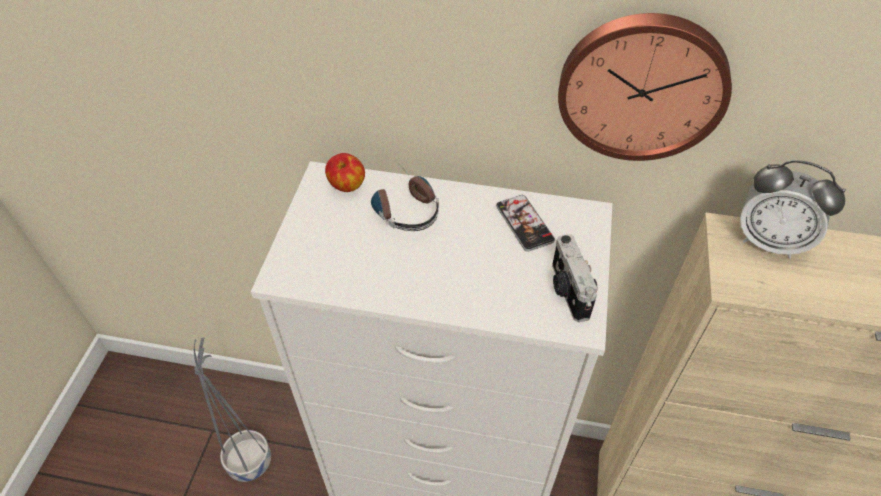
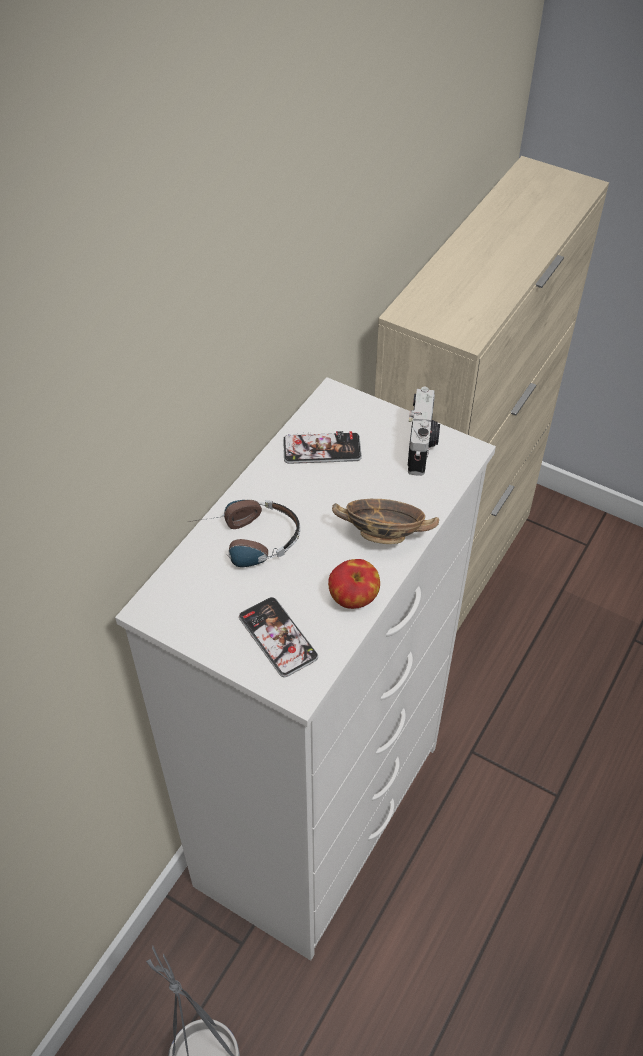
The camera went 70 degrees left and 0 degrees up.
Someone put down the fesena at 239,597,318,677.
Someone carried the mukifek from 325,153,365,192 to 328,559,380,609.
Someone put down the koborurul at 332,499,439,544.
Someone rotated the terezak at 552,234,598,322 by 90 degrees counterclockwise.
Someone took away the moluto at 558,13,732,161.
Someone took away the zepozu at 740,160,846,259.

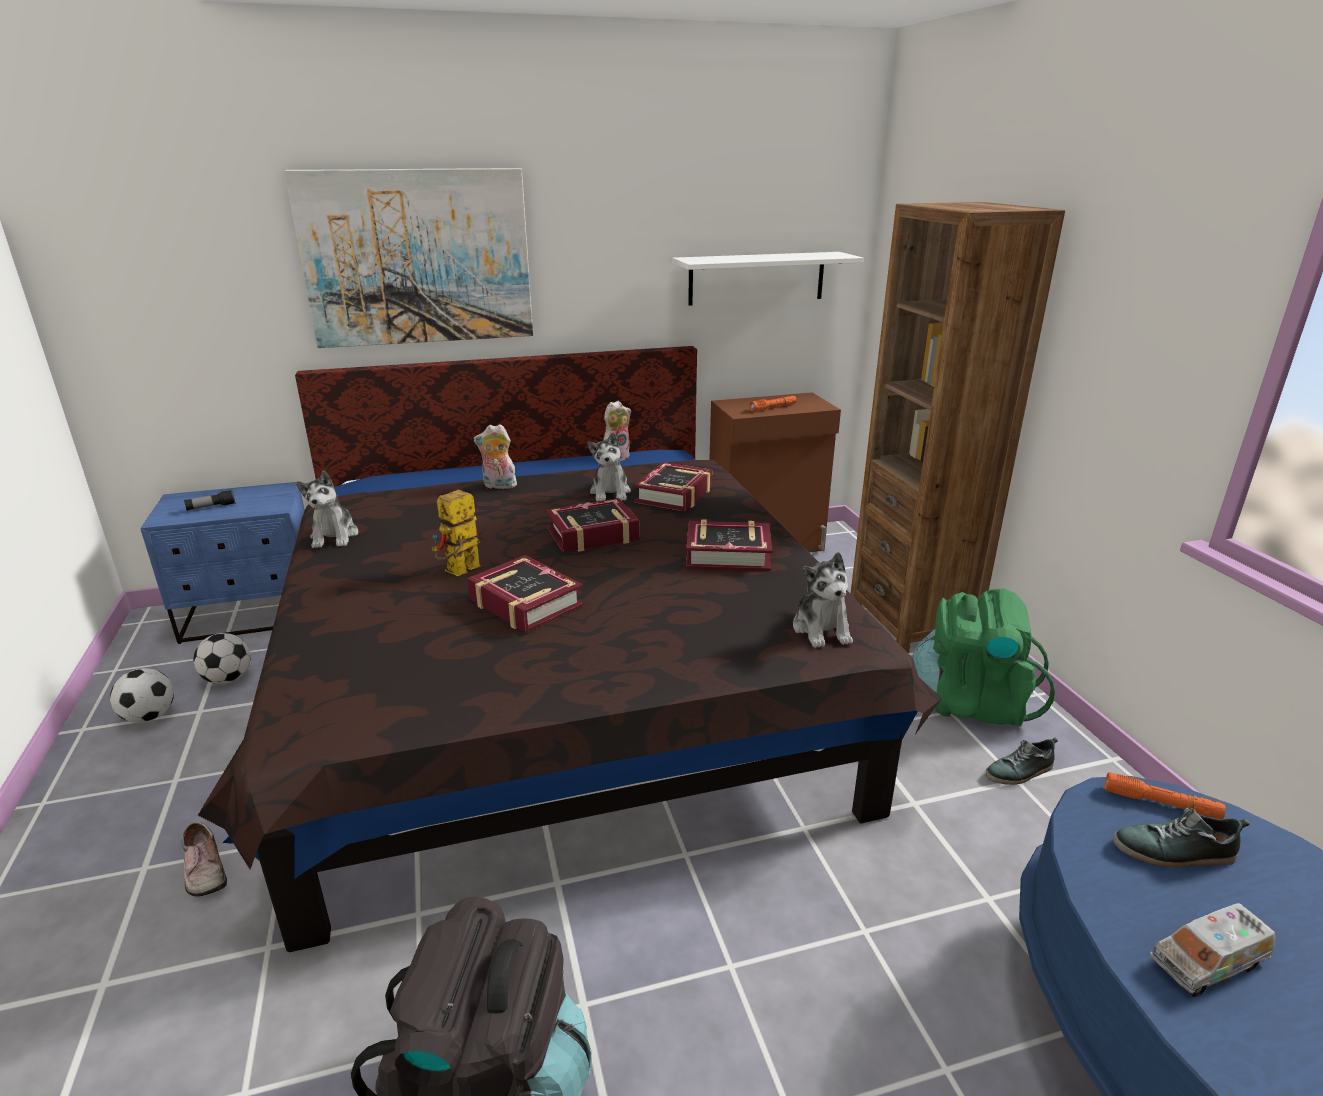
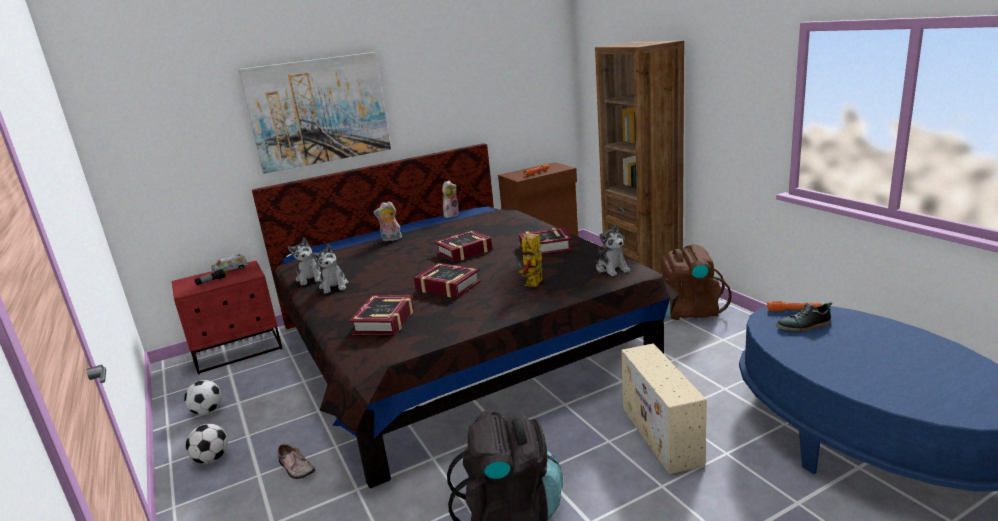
The camera went 10 degrees left and 5 degrees down.
Someone repainted the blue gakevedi at 140,482,305,644, which became the red gakevedi at 172,261,282,374.
Someone carried the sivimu from 193,633,251,684 to 186,424,228,464.
Someone carried the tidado from 1150,903,1275,997 to 211,253,248,273.
Someone carried the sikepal from 588,432,631,501 to 311,244,349,294.
Someone carried the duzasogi from 634,462,712,512 to 349,295,414,335.
Someone carried the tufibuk from 431,489,480,576 to 518,233,543,287.
Someone put down the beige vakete at 621,343,707,474.
Someone repainted the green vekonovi at 912,588,1055,727, which became the brown vekonovi at 660,244,732,320.
Someone took away the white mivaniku at 672,252,864,306.
Someone took away the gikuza at 985,737,1058,785.

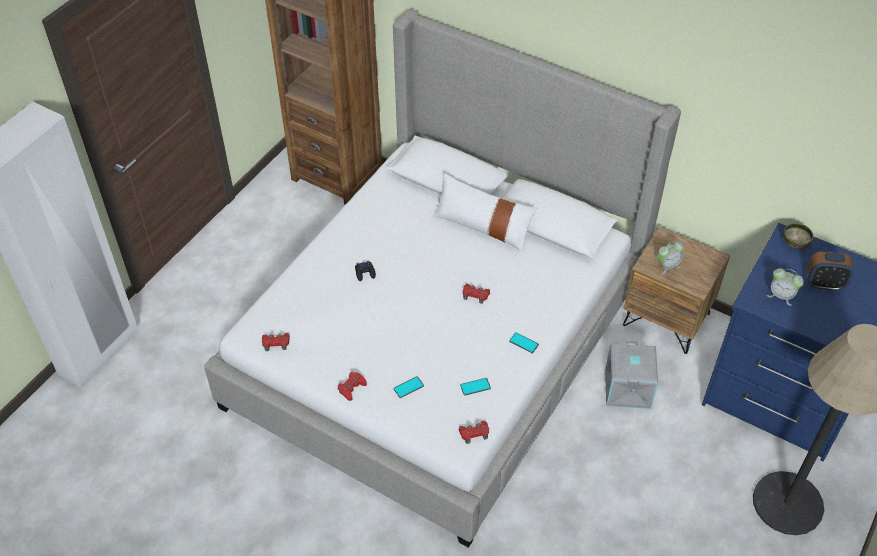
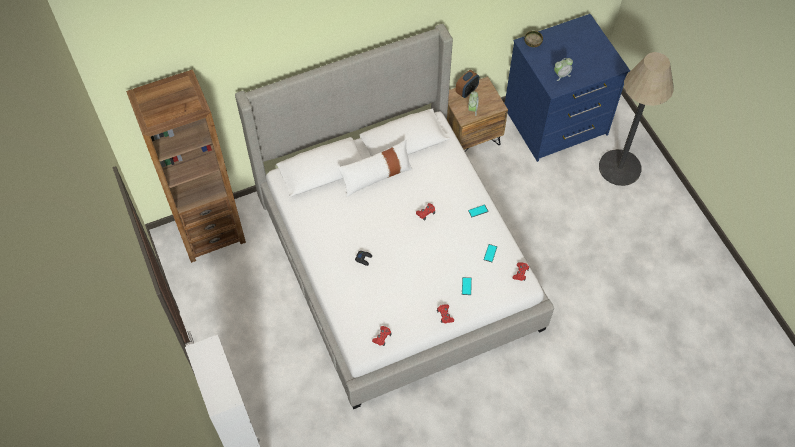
The camera went 55 degrees left and 10 degrees up.
Someone carried the zepozu from 807,252,853,291 to 456,70,479,98.
Someone took away the grey vakete at 605,341,658,409.

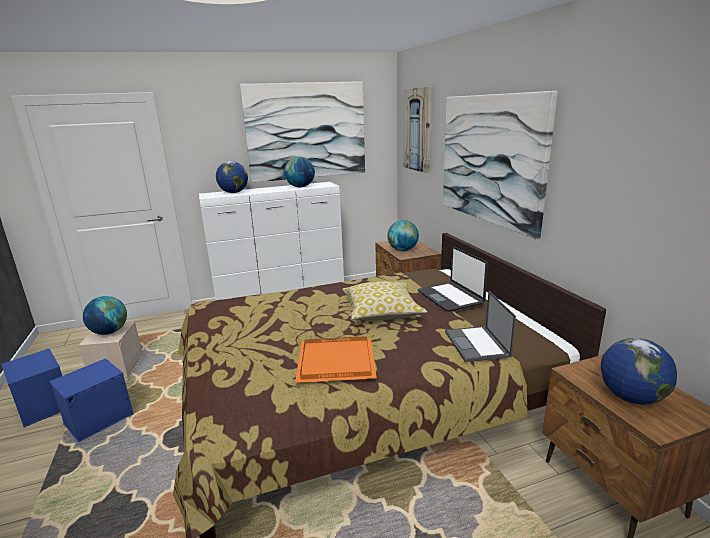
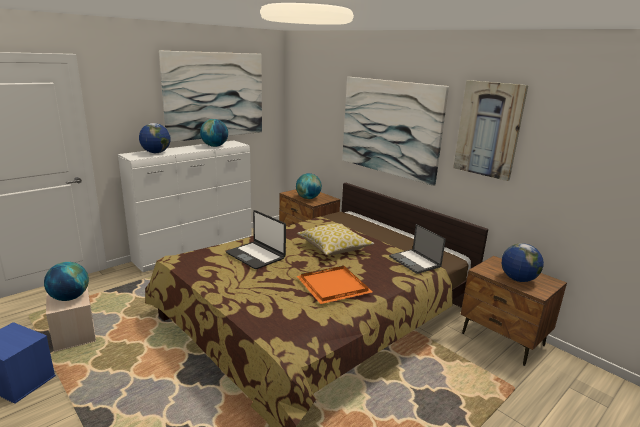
The camera went 25 degrees left and 0 degrees up.
Someone carried the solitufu from 418,246,488,312 to 226,210,286,269.
Someone carried the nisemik from 403,87,432,173 to 453,80,528,181.
Someone took away the blue vakete at 49,358,134,442.

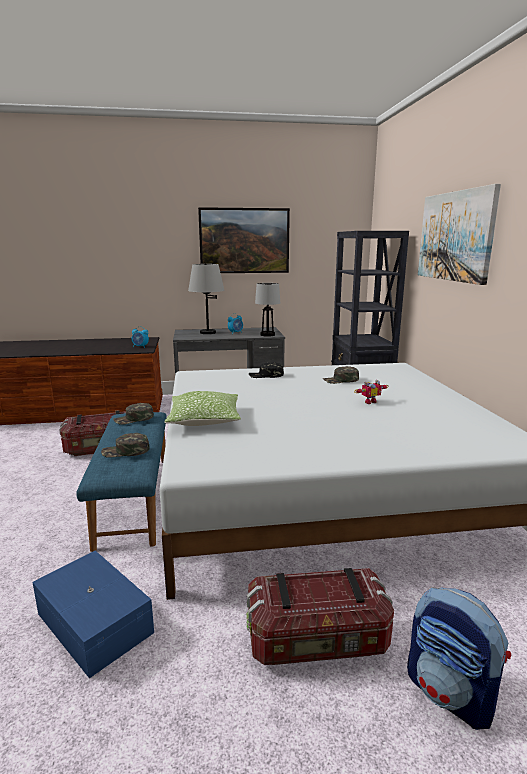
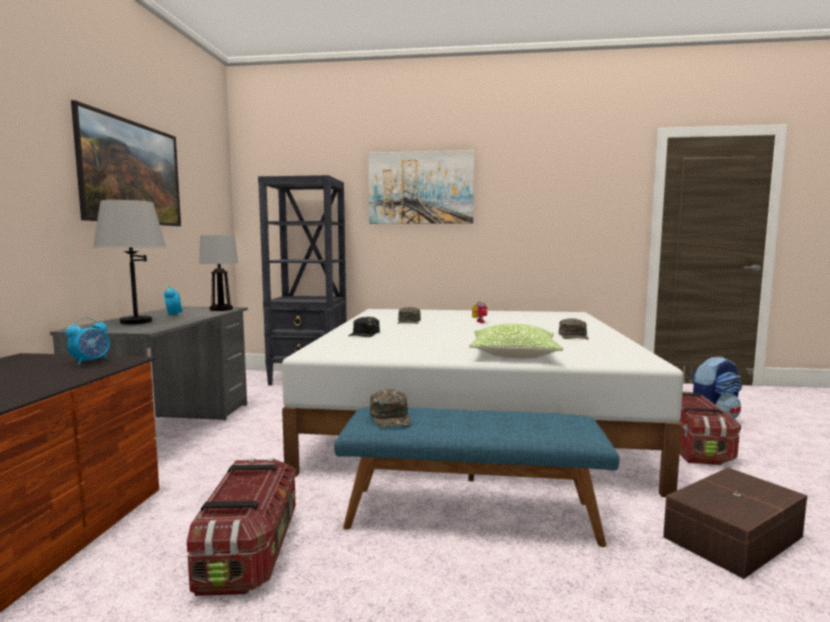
The camera went 75 degrees left and 10 degrees down.
Someone carried the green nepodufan from 101,433,149,458 to 559,318,589,339.
Someone repainted the blue vakete at 32,551,154,678, which became the brown vakete at 663,468,807,579.

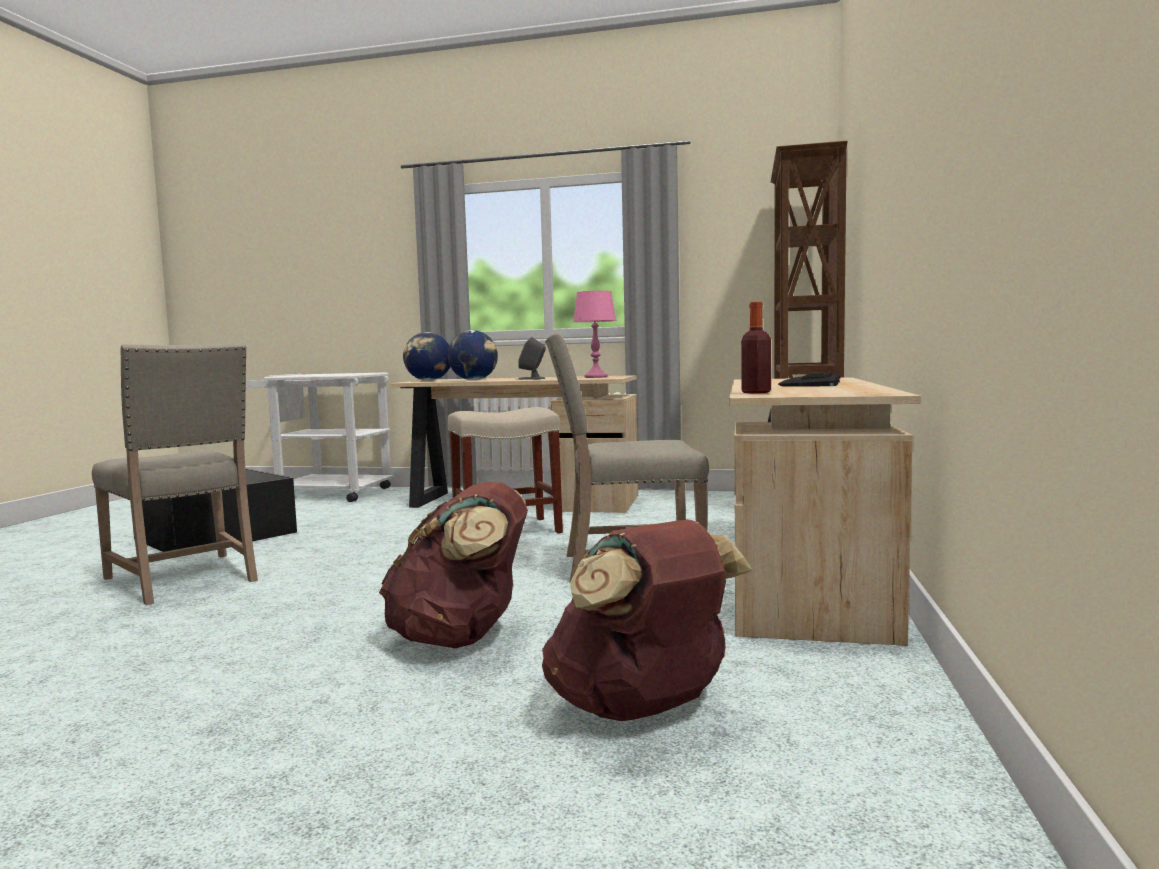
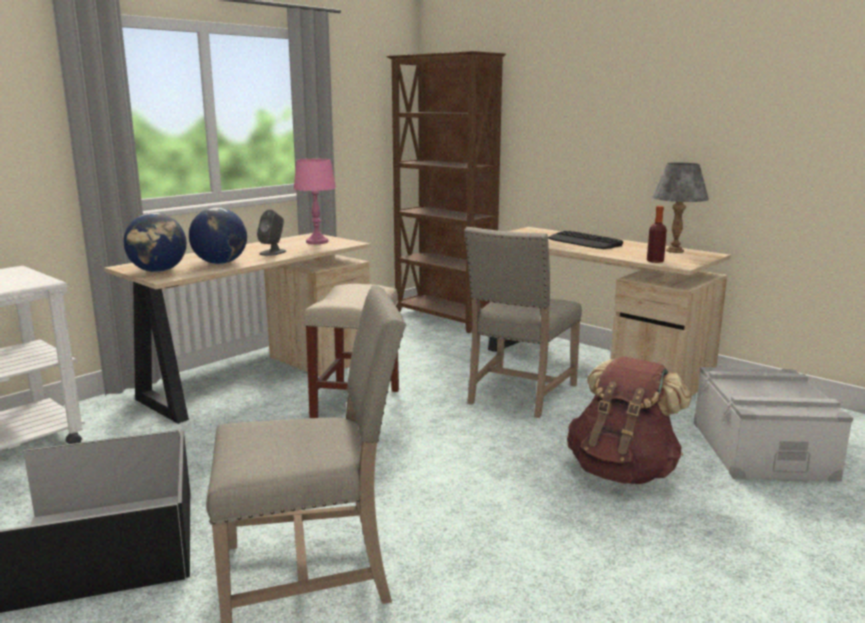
The camera went 60 degrees left and 10 degrees up.
Someone put down the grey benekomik at 652,163,709,253.
Someone swapped the brown vekonovi at 542,519,753,721 for the grey vakete at 694,367,853,481.

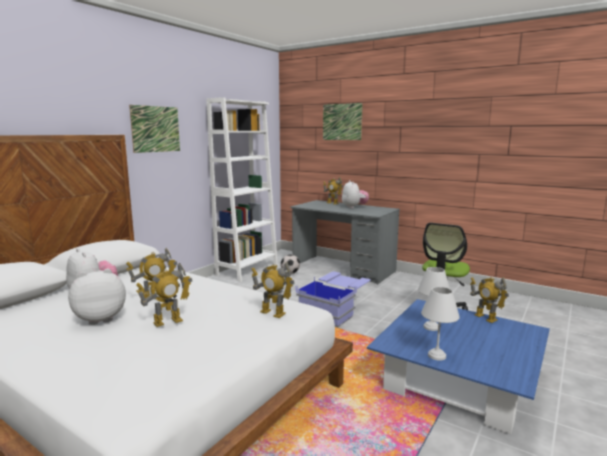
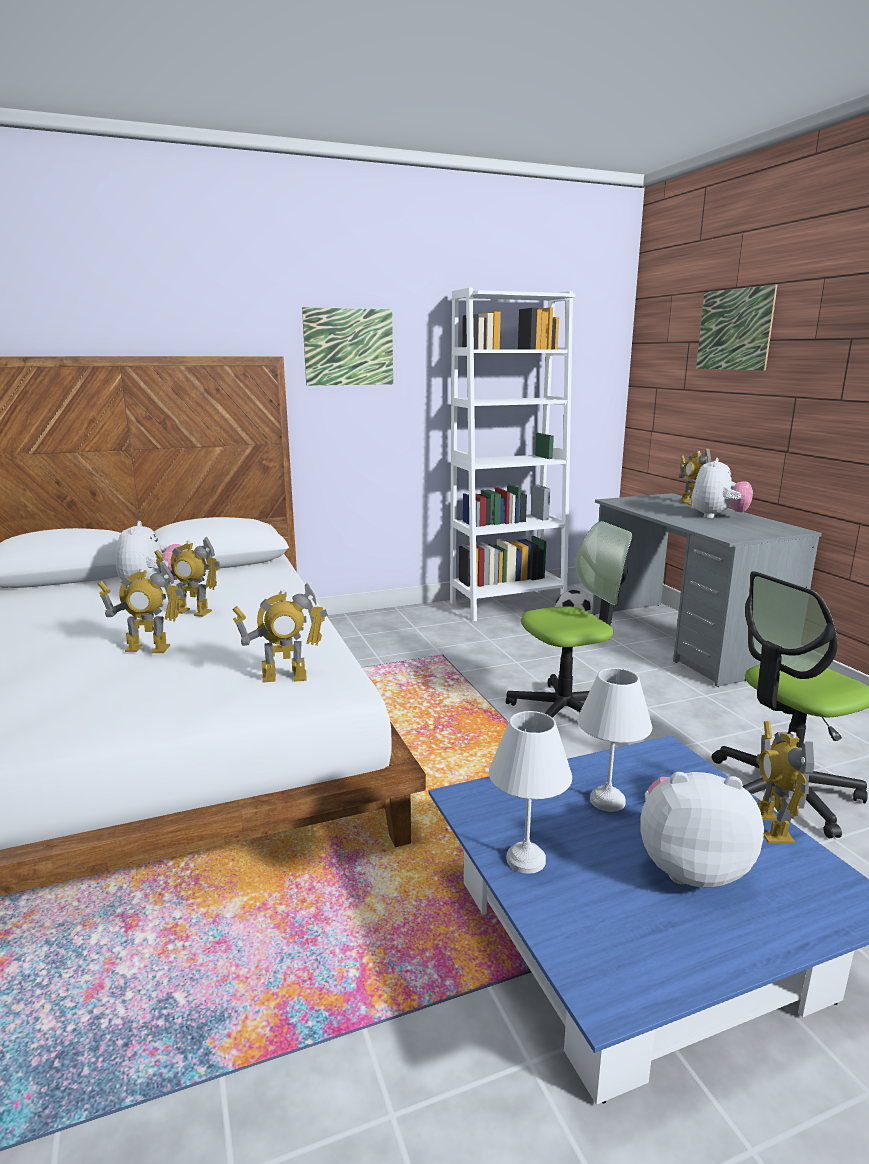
The camera went 35 degrees right and 5 degrees up.
Someone rotated the tufibuk at 252,262,295,318 by 75 degrees counterclockwise.
Someone swapped the blue vakete at 295,271,371,327 for the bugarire at 506,521,633,718.
Someone carried the sikepal from 68,269,126,325 to 640,772,764,888.

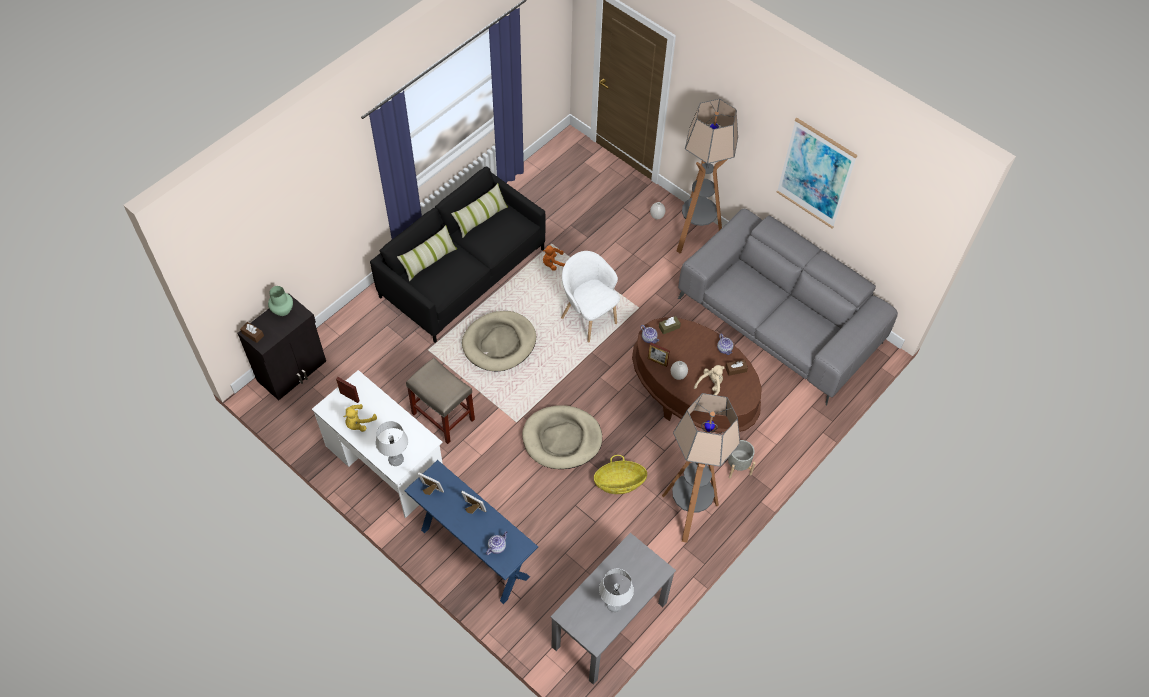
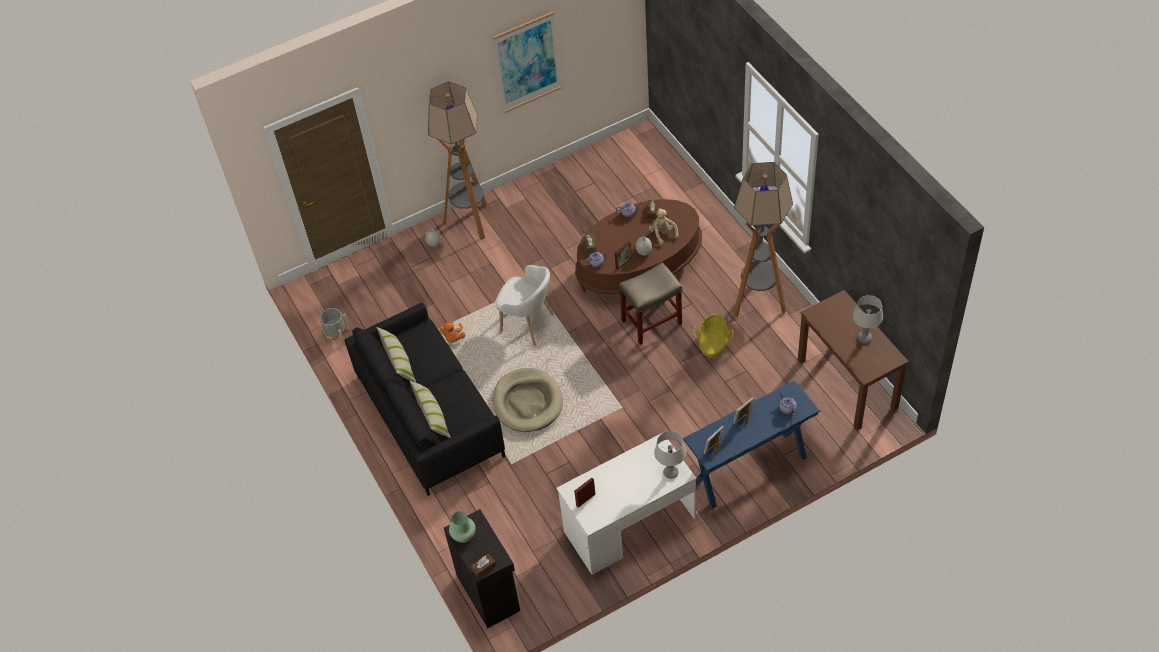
The camera went 65 degrees left and 5 degrees down.
Someone carried the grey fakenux from 728,440,756,478 to 319,308,350,345.
Someone rotated the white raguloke at 561,251,620,343 by 135 degrees counterclockwise.
Someone carried the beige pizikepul from 406,358,475,444 to 619,262,682,345.
Someone repainted the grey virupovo at 550,533,676,685, which became the brown virupovo at 798,290,909,430.
Someone took away the yellow sikepal at 344,404,377,432.
Someone took away the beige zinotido at 522,405,602,469.
Someone took away the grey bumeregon at 678,209,898,406.

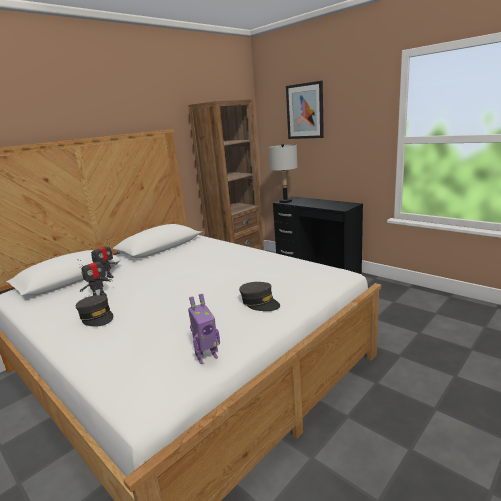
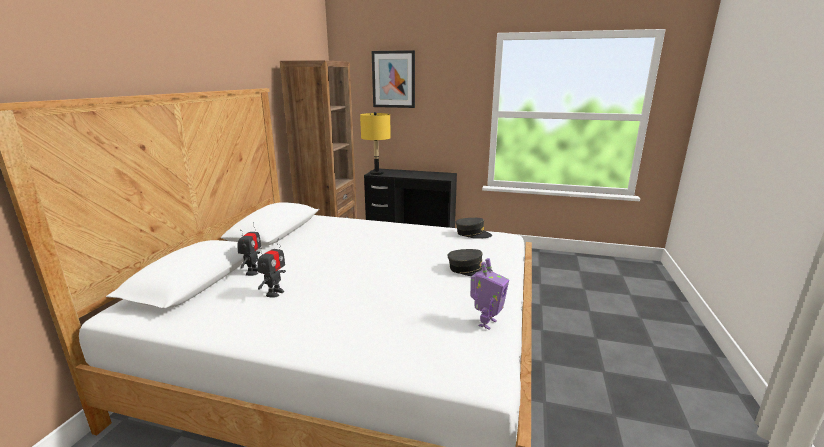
The camera went 30 degrees left and 0 degrees up.
Someone repainted the grey benekomik at 269,144,298,203, which became the yellow benekomik at 360,112,391,175.
Someone carried the grey nepodufan from 76,295,113,327 to 456,218,492,239.

